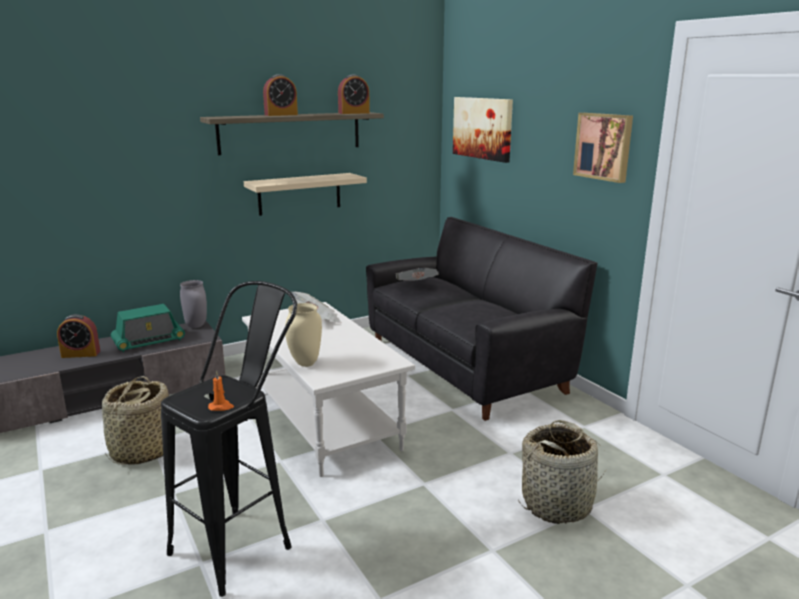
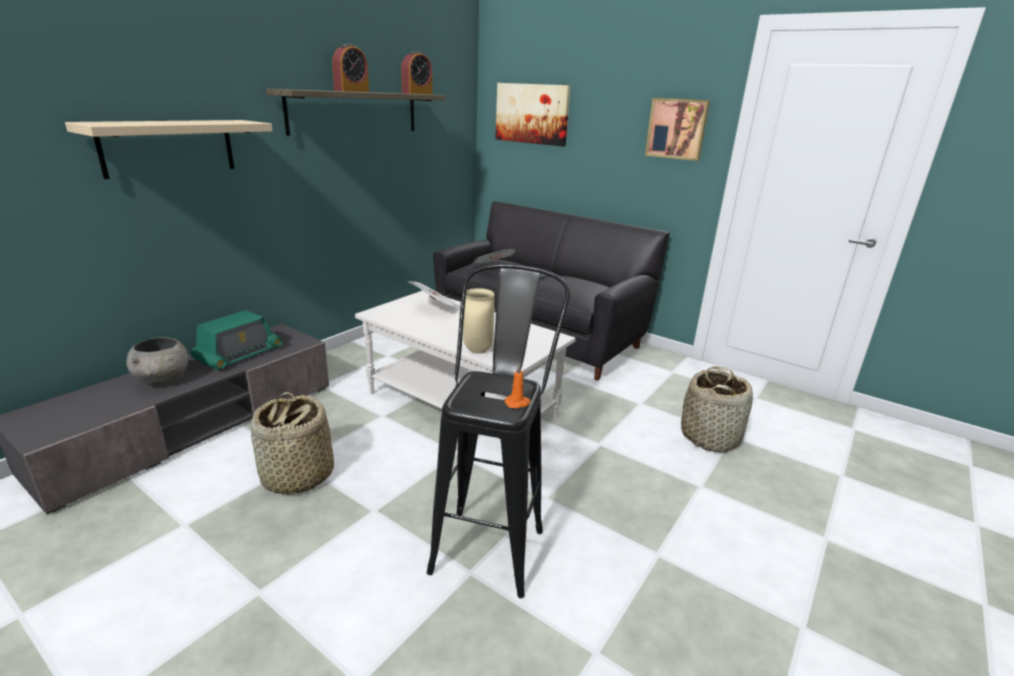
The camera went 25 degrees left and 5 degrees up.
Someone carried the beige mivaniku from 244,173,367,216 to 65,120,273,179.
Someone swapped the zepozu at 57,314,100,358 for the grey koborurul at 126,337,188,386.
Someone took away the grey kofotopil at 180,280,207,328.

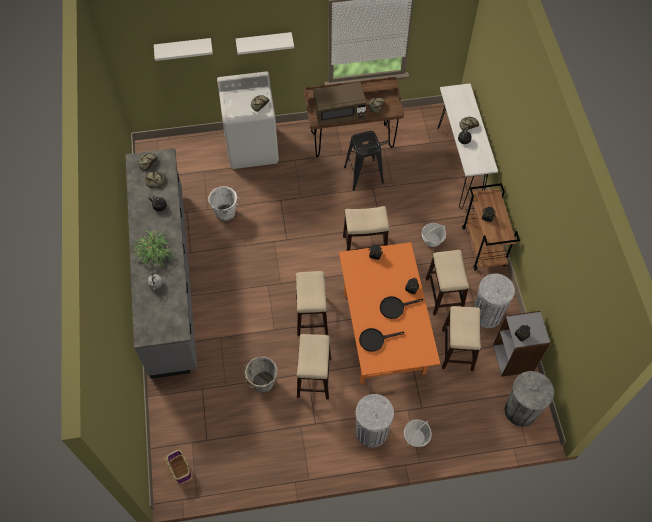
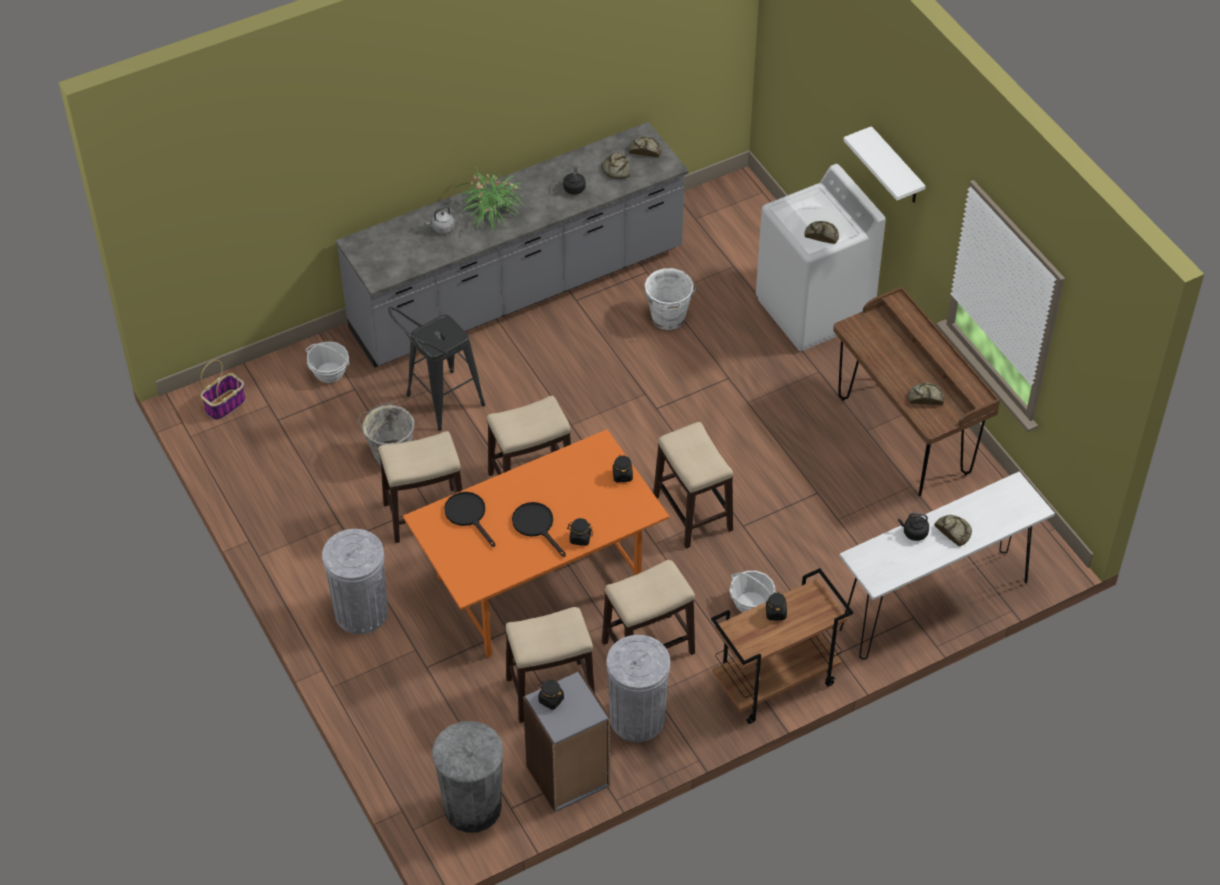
The camera went 70 degrees right and 10 degrees down.
Someone carried the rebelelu from 404,419,432,447 to 305,341,350,383.
Someone carried the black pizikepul from 344,131,390,191 to 388,307,485,431.
Someone took away the white mivaniku at 154,38,213,61.
Someone took away the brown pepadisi at 313,82,367,126.

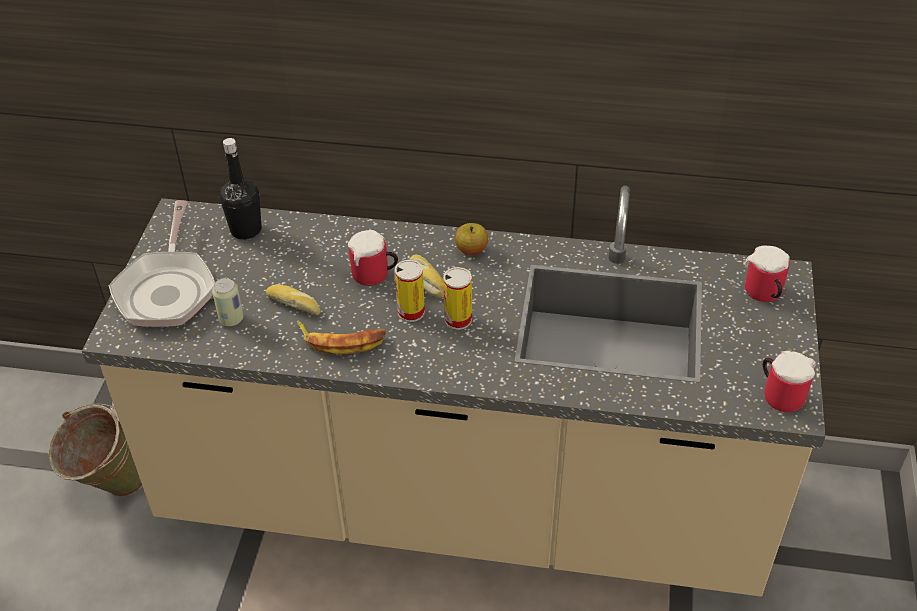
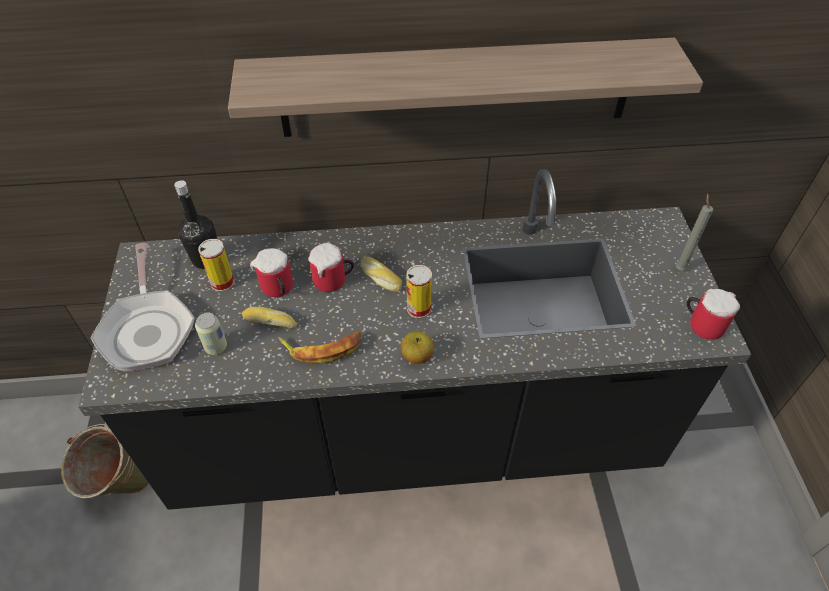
The camera went 15 degrees left and 5 degrees up.
Someone repainted the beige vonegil at 82,185,825,596, which became the black vonegil at 78,169,751,510.
Someone carried the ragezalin from 395,260,425,322 to 198,239,234,291.
Someone put up the mivaniku at 228,38,703,137.
Someone carried the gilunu from 745,246,790,302 to 250,248,293,297.
Someone carried the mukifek from 455,223,488,255 to 401,331,434,364.
Someone put down the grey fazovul at 676,193,713,271.

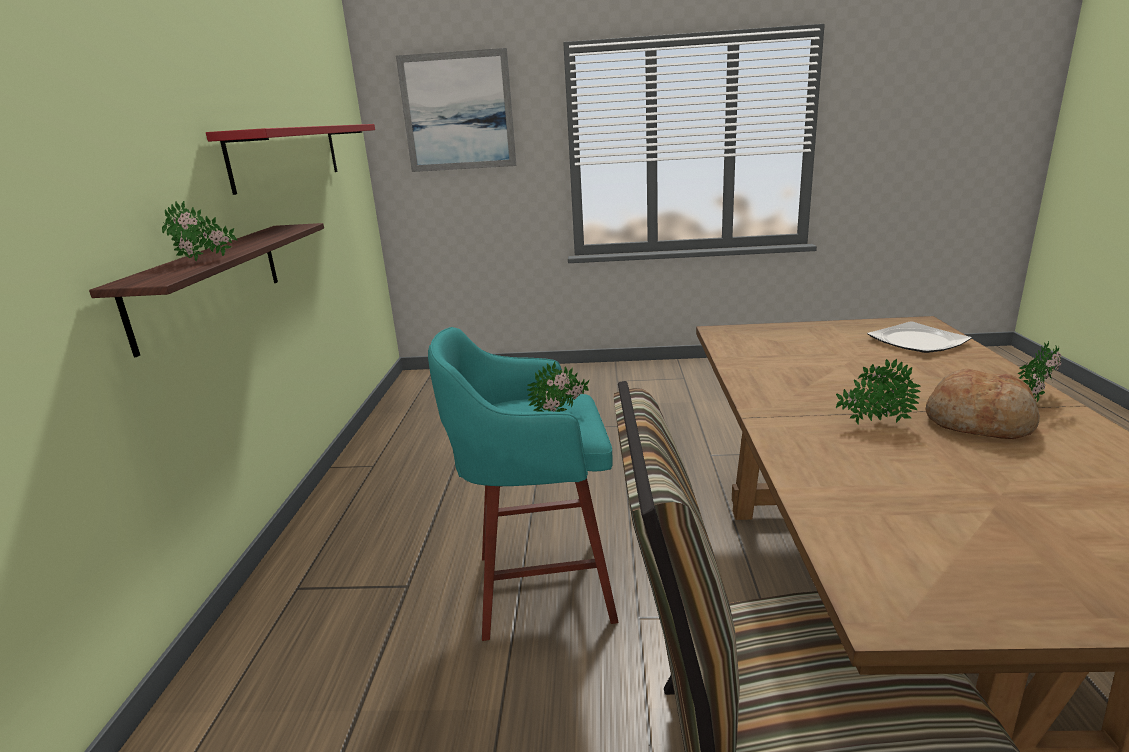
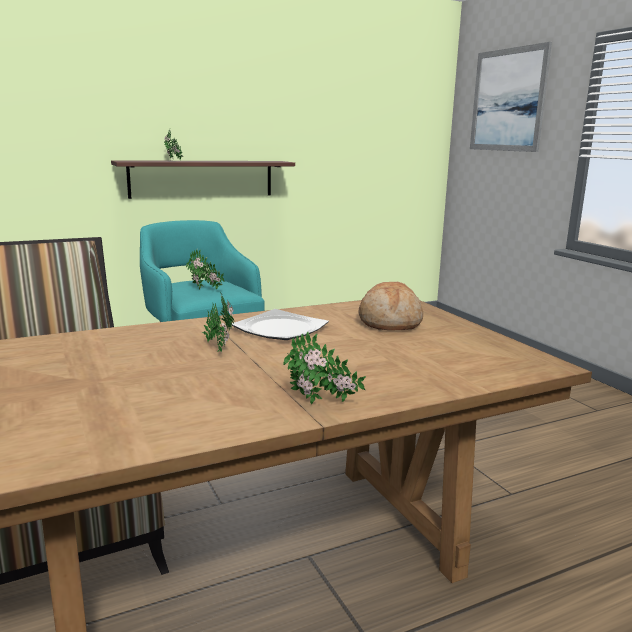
The camera went 60 degrees right and 5 degrees down.
Someone carried the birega from 867,321,972,353 to 232,309,329,340.
Someone carried the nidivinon from 925,368,1039,439 to 358,282,423,330.
Someone took away the red mivaniku at 206,124,375,195.

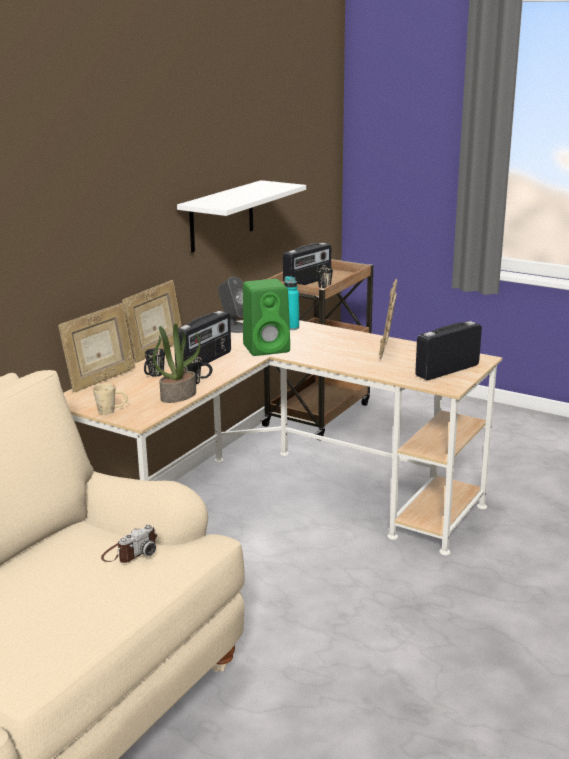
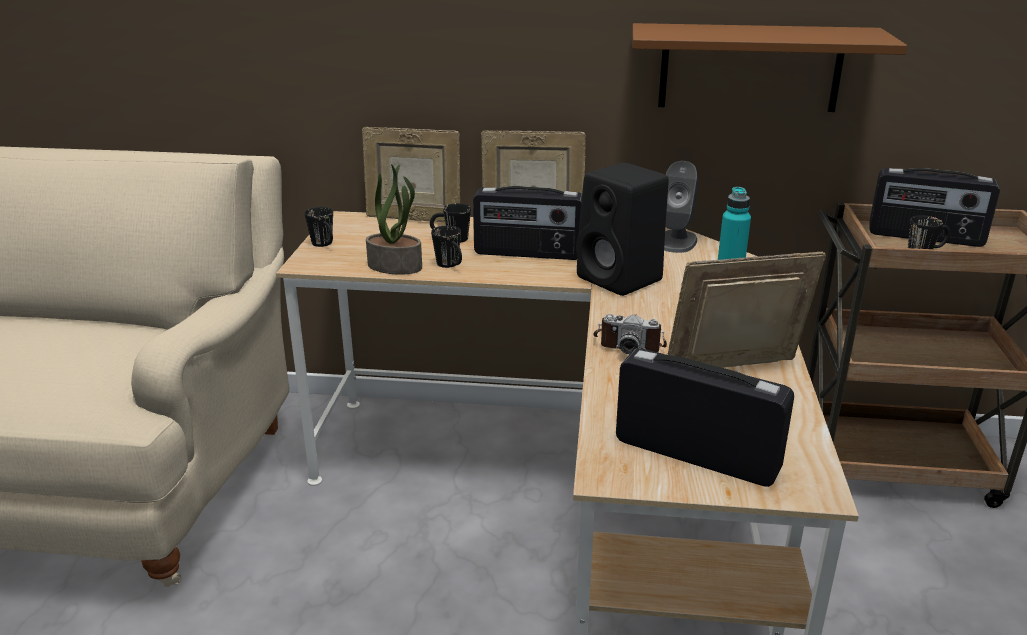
The camera went 65 degrees right and 5 degrees up.
Someone repainted the beige gilunu at 93,383,128,415, which became the black gilunu at 304,207,333,247.
Someone repainted the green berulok at 243,279,290,356, which became the black berulok at 576,163,669,296.
Someone carried the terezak from 101,524,157,563 to 593,314,667,354.
Someone repainted the white mivaniku at 177,180,306,253, which became the brown mivaniku at 632,23,907,112.

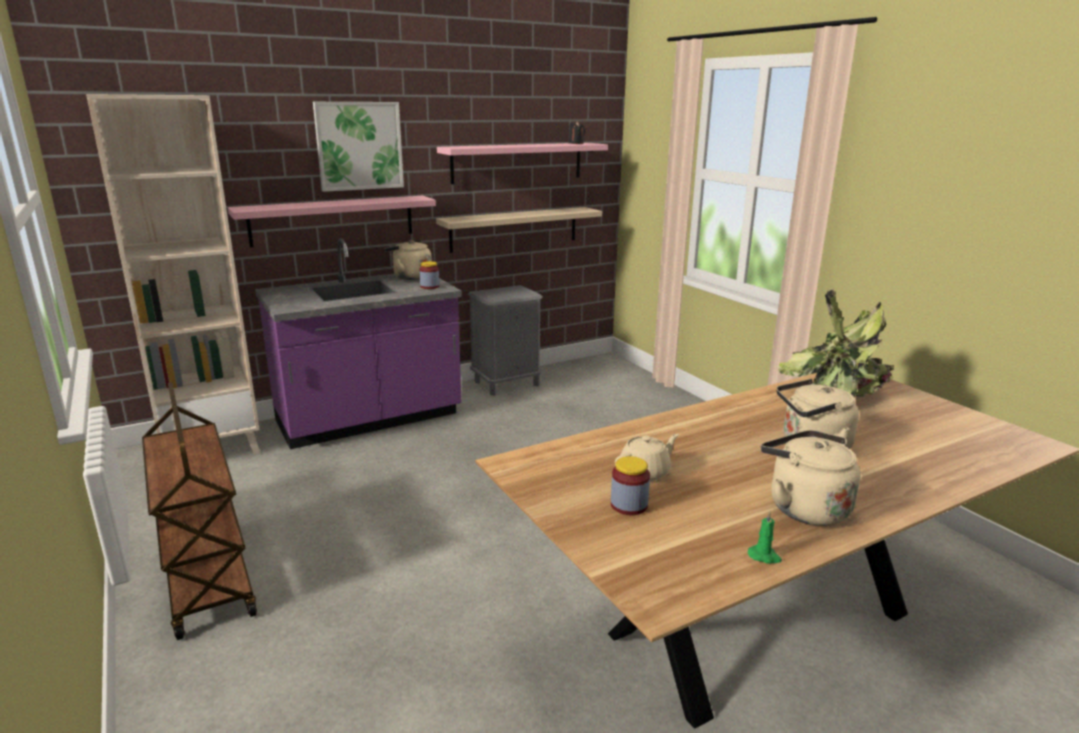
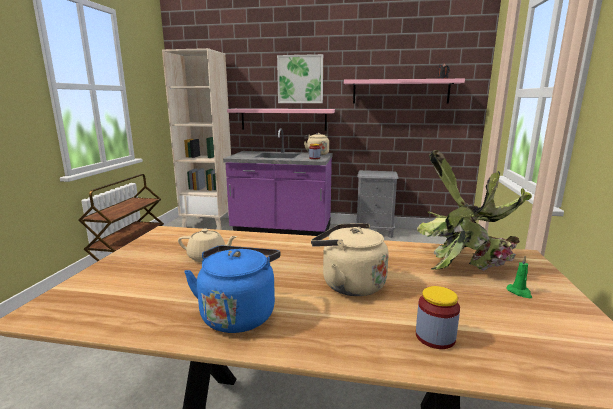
The camera went 40 degrees right and 5 degrees down.
Someone repainted the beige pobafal at 761,430,861,526, which became the blue pobafal at 184,246,281,333.
Someone carried the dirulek from 611,456,650,515 to 416,286,460,349.
Someone carried the green fazovul from 748,511,782,564 to 506,256,532,298.
Someone took away the beige mivaniku at 436,207,602,253.

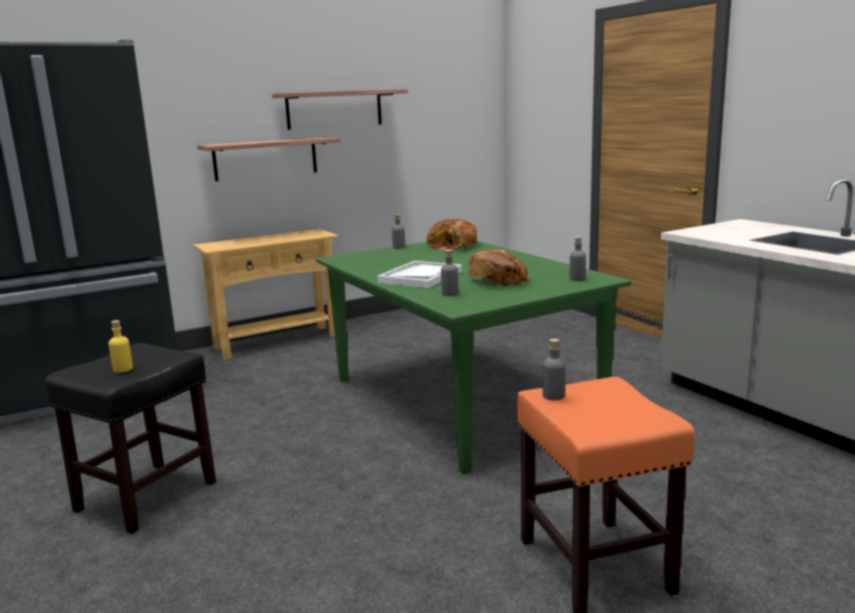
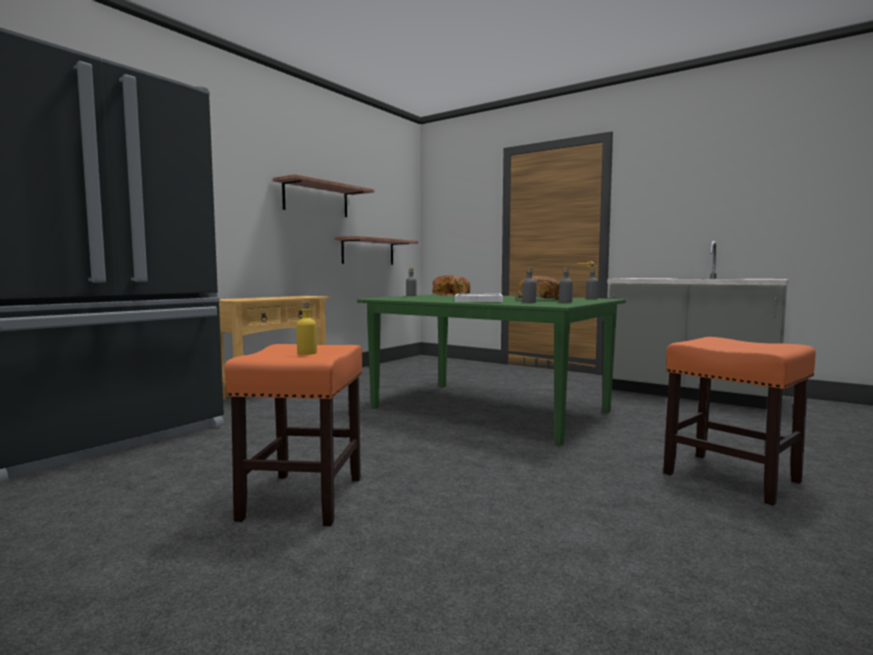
The camera went 25 degrees left and 10 degrees down.
Someone repainted the black pizikepul at 45,343,216,534, which became the orange pizikepul at 224,344,362,526.
Someone carried the mivaniku from 197,137,341,181 to 334,236,418,265.
Someone carried the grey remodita from 543,339,566,400 to 559,267,573,302.

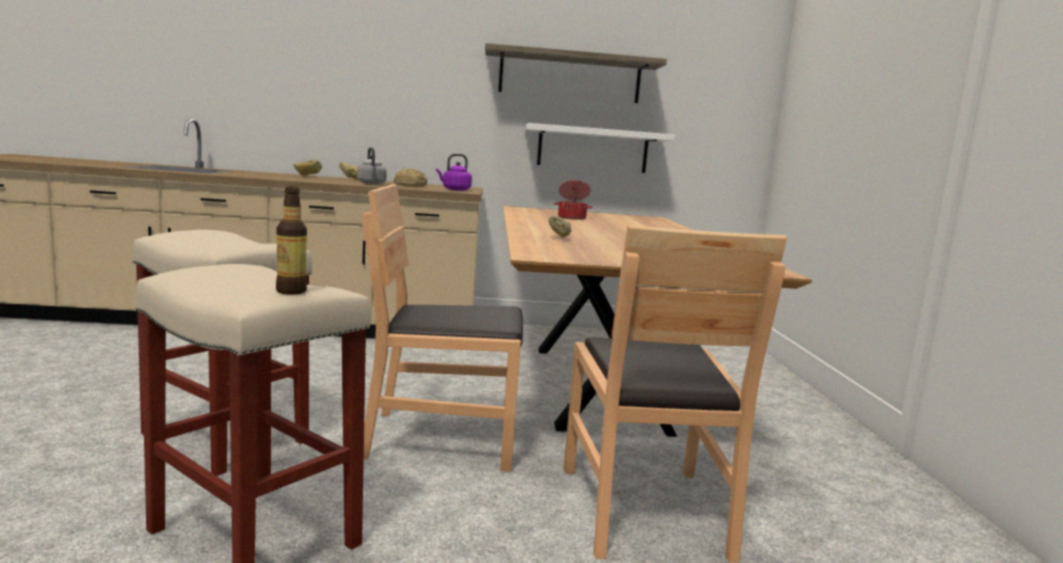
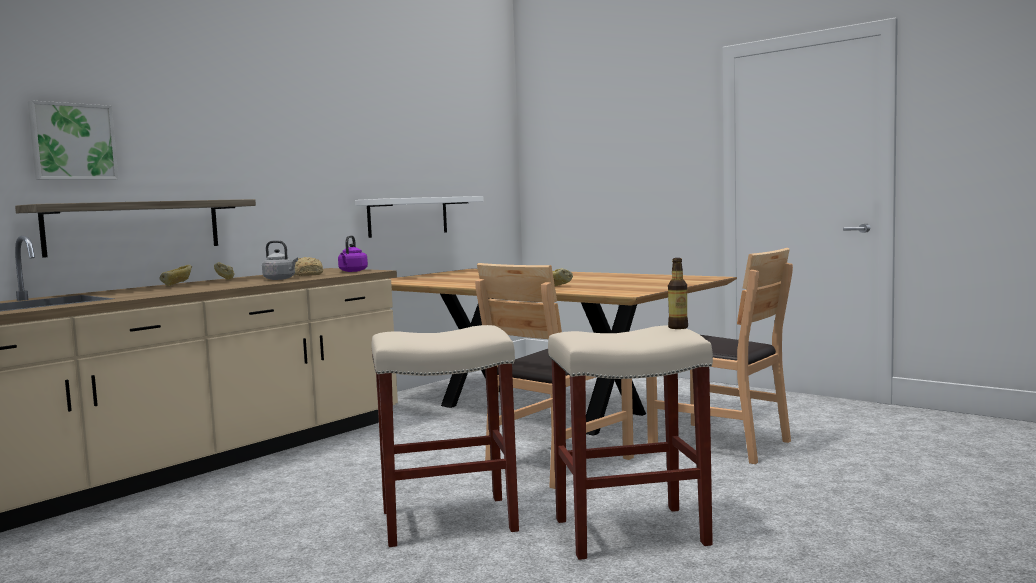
The camera went 45 degrees left and 5 degrees down.
Someone carried the mivaniku from 485,43,667,103 to 15,199,256,258.
Someone put up the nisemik at 28,100,118,180.
Someone took away the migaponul at 554,180,593,220.

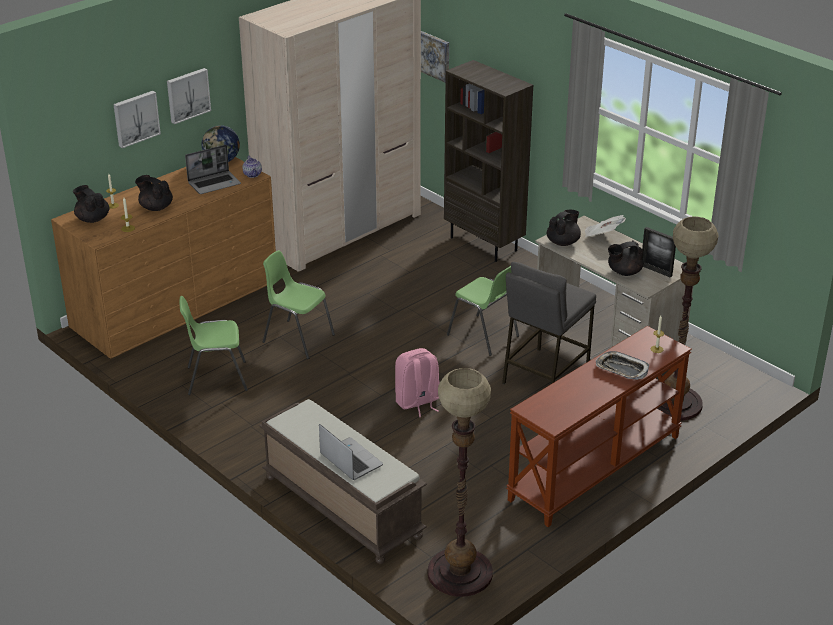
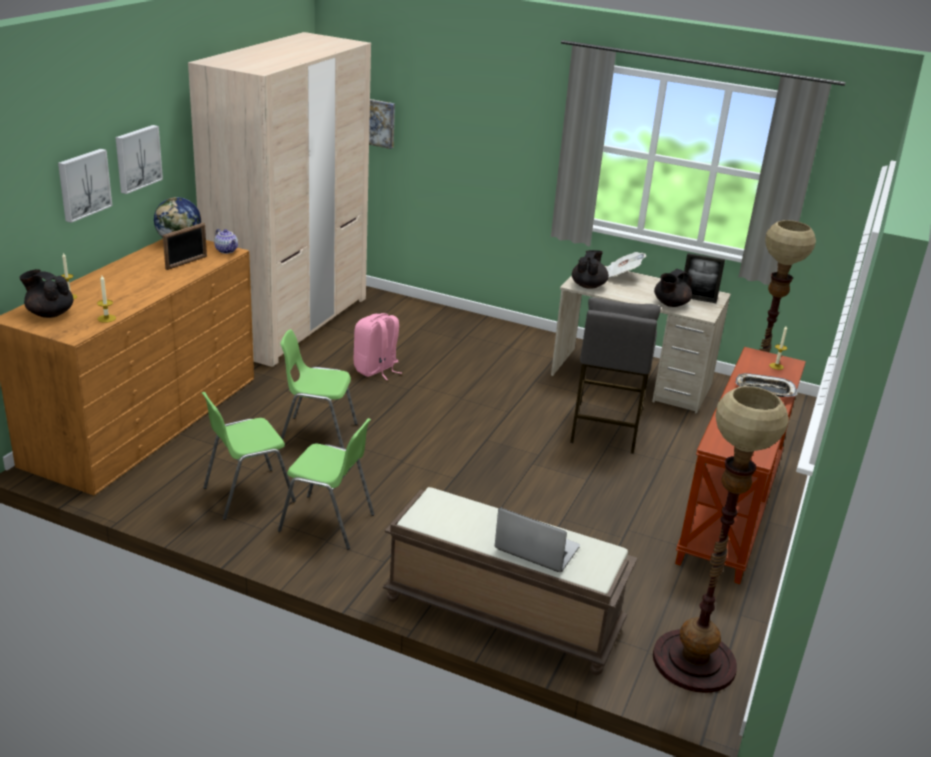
The camera went 25 degrees left and 5 degrees down.
Someone swapped the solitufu at 185,145,241,194 for the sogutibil at 163,223,207,270.
Someone carried the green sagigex from 447,266,519,356 to 278,418,374,549.
Someone carried the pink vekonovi from 395,348,440,417 to 354,313,402,380.
Someone took away the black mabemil at 135,175,173,211.
Someone took away the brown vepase at 444,60,533,262.

